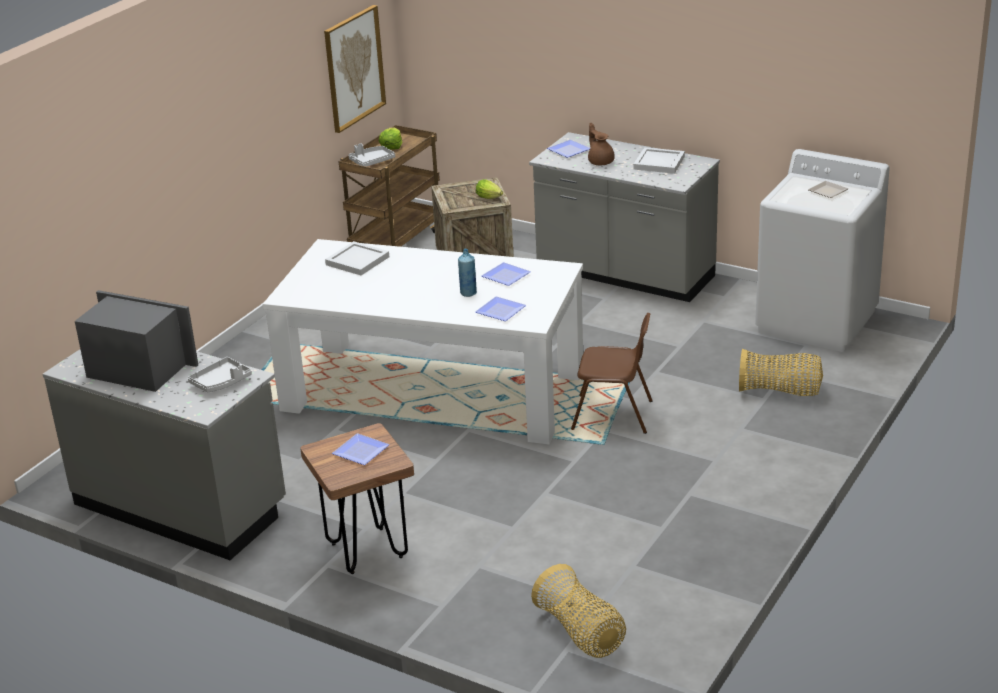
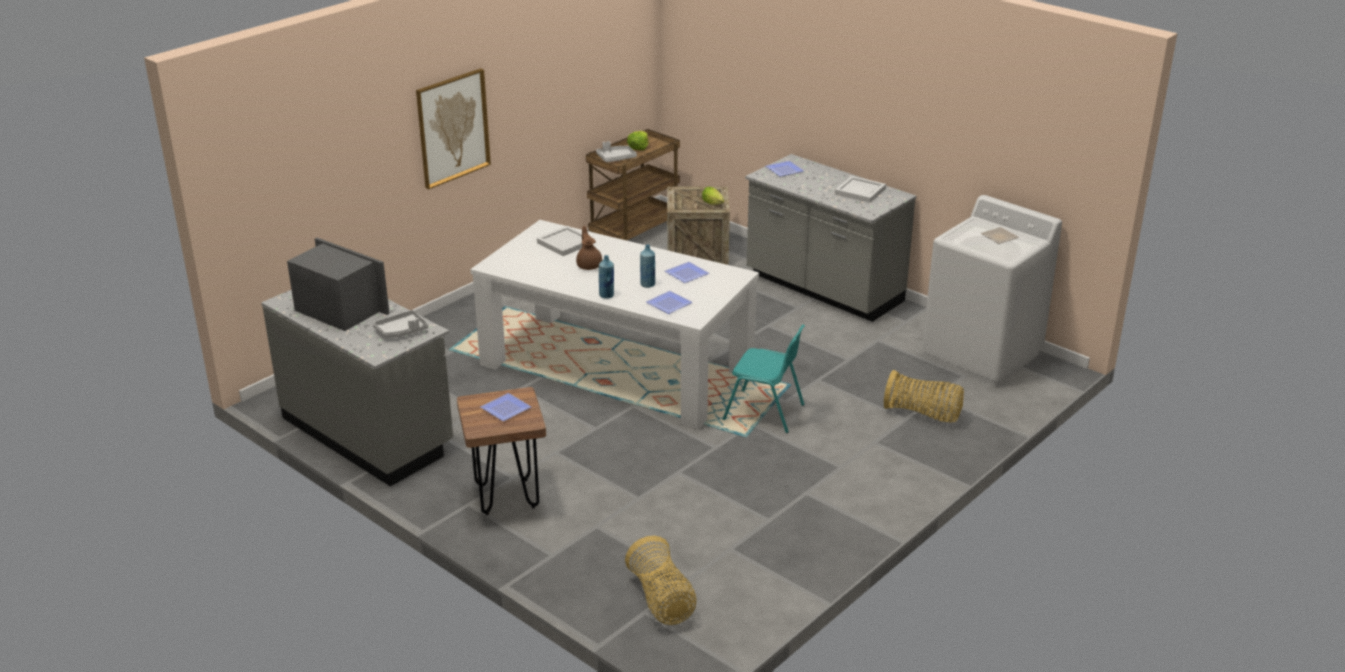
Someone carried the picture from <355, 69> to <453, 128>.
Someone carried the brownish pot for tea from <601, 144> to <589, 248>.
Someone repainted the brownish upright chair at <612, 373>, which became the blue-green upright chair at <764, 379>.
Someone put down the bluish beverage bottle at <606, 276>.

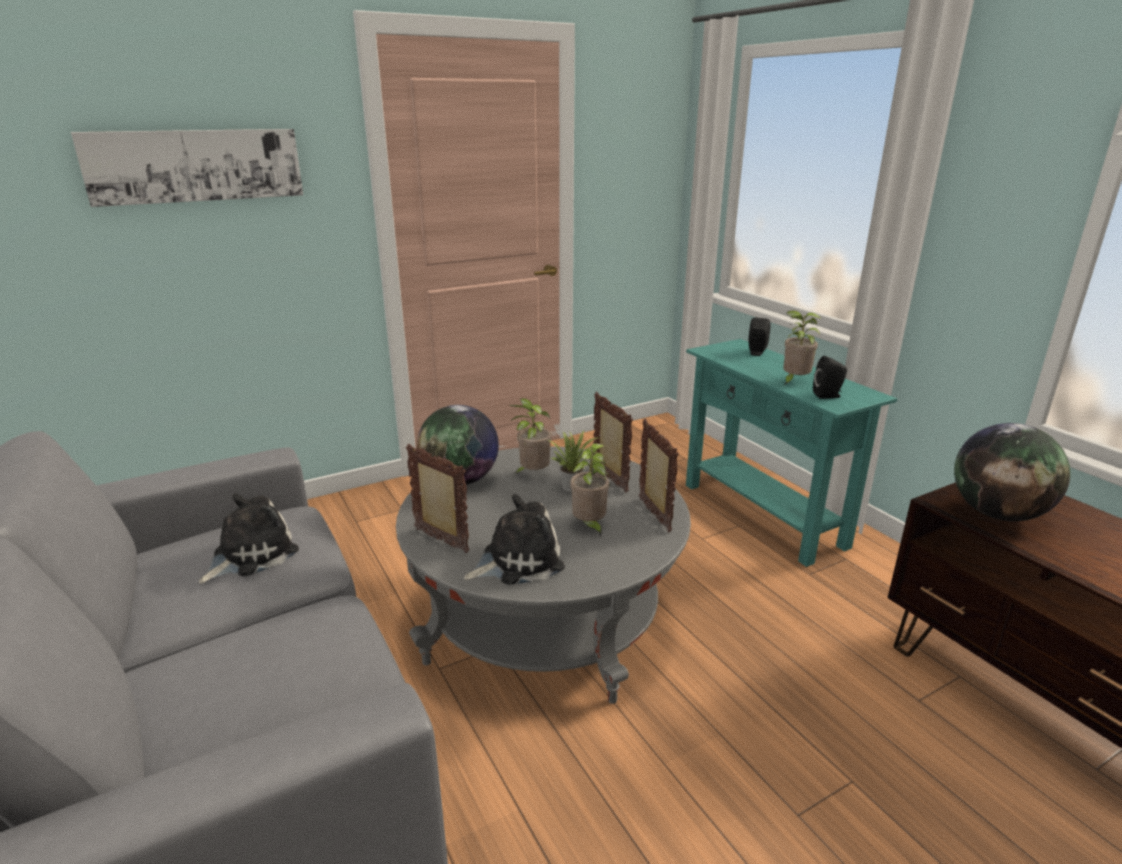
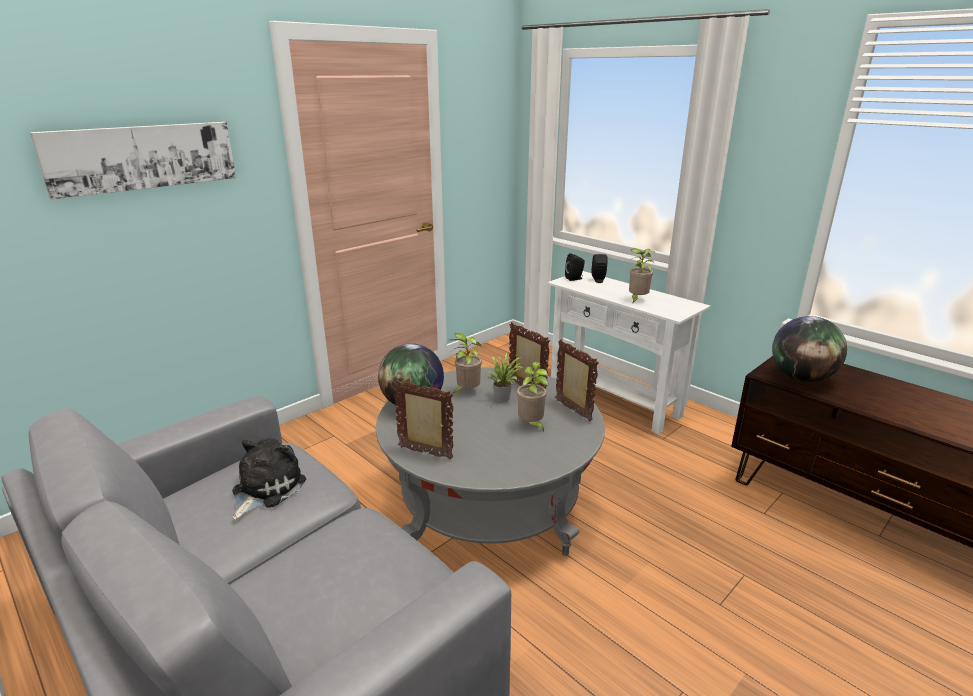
Someone repainted the blue-green console table at <791, 453>, which became the white console table at <629, 352>.
Someone carried the black loudspeaker from <830, 377> to <575, 267>.
Someone took away the cuddly toy at <514, 539>.

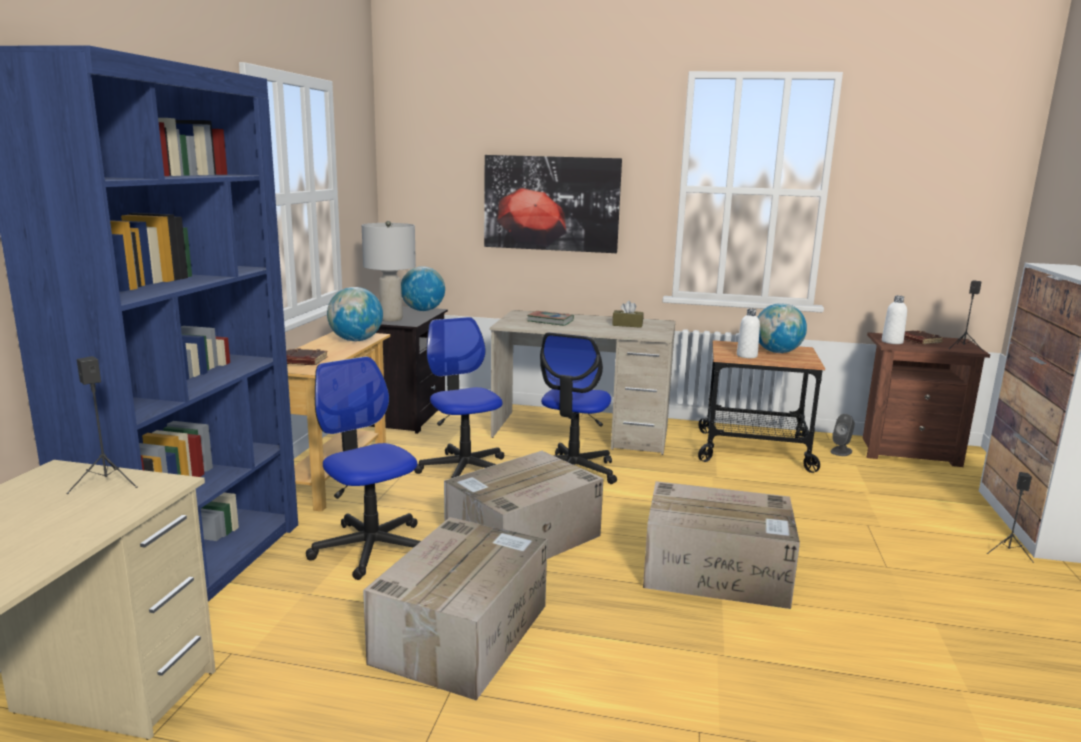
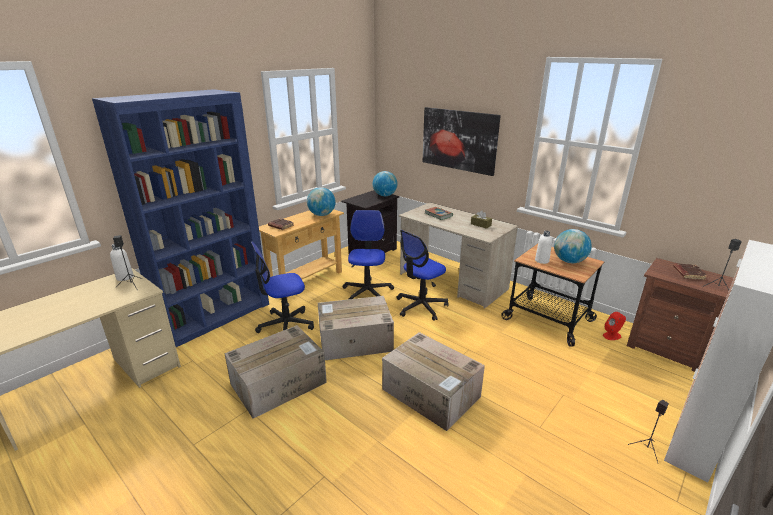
Someone took away the gray tabletop lamp at <389, 271>.
Someone carried the white beverage bottle from <894, 319> to <122, 262>.
Someone rotated the desk chair at <363, 468> by 105 degrees counterclockwise.
Someone repainted the gray loudspeaker at <842, 435>, which became the reddish loudspeaker at <614, 326>.

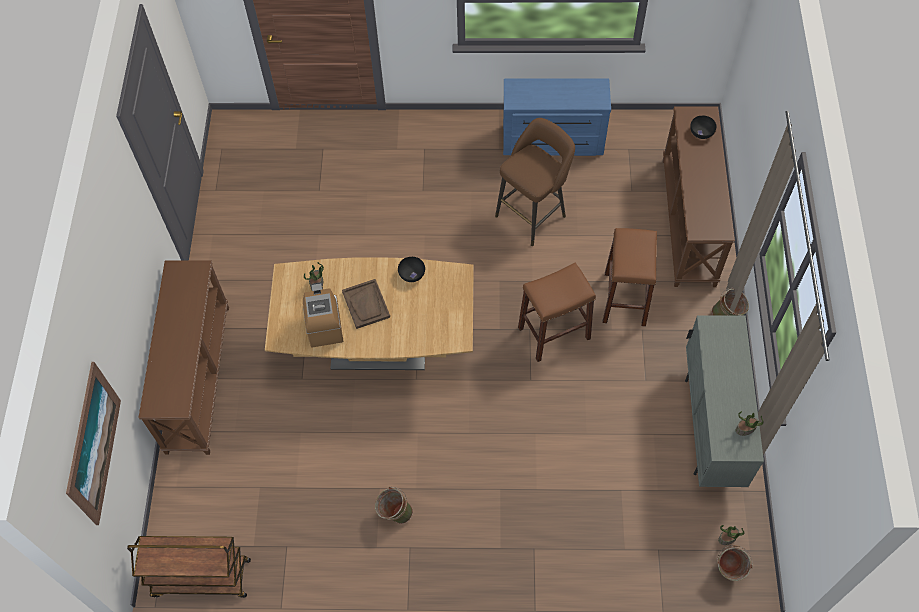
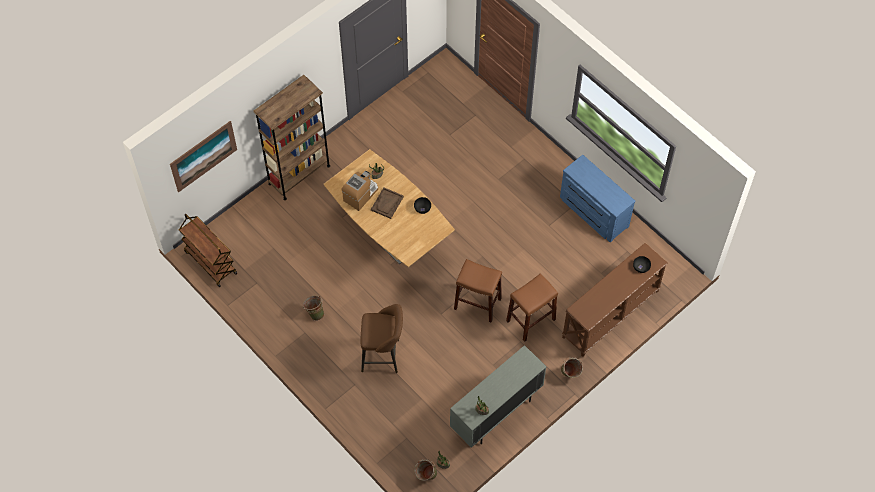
Someone carried the brownish stool seat from <535, 182> to <382, 338>.
Someone swapped the brownish console table at <184, 357> for the brownish bookcase at <291, 137>.

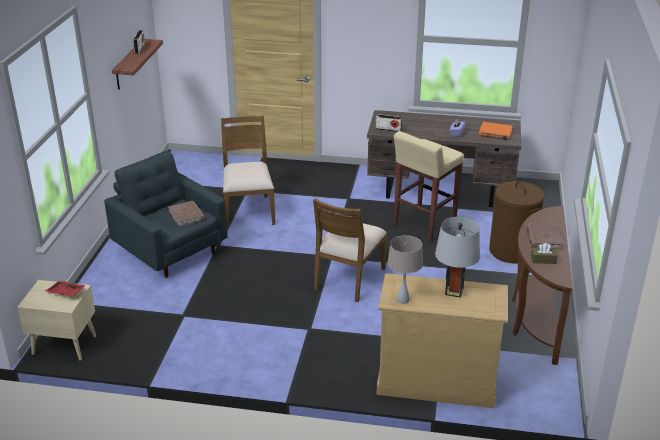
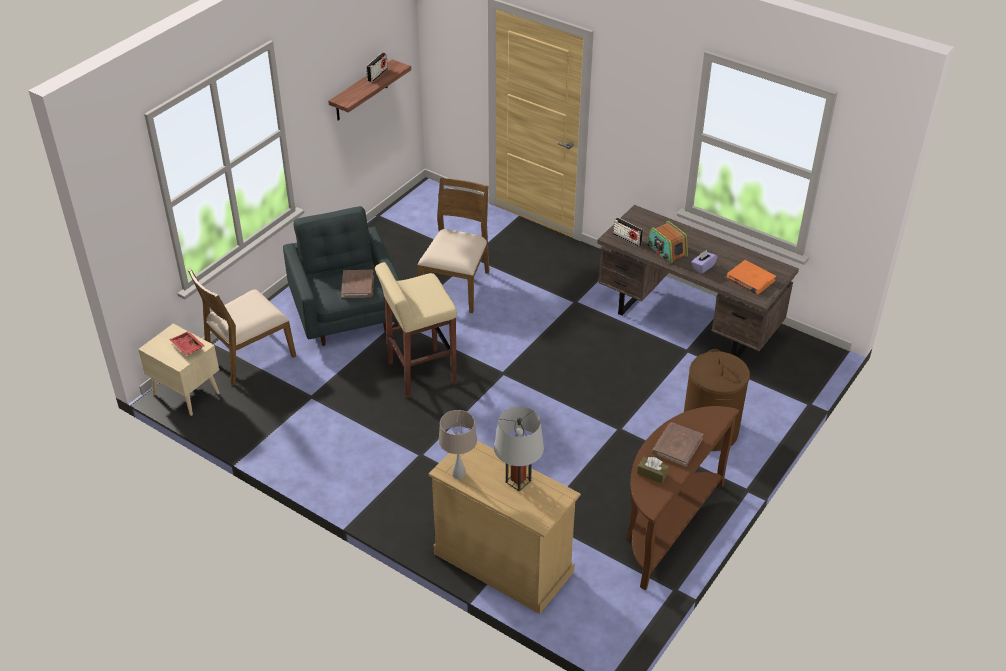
Someone carried the beige stool seat from <428, 186> to <416, 330>.
Someone carried the brownish upright chair from <350, 250> to <242, 327>.
Someone put down the radio set at <667, 242>.

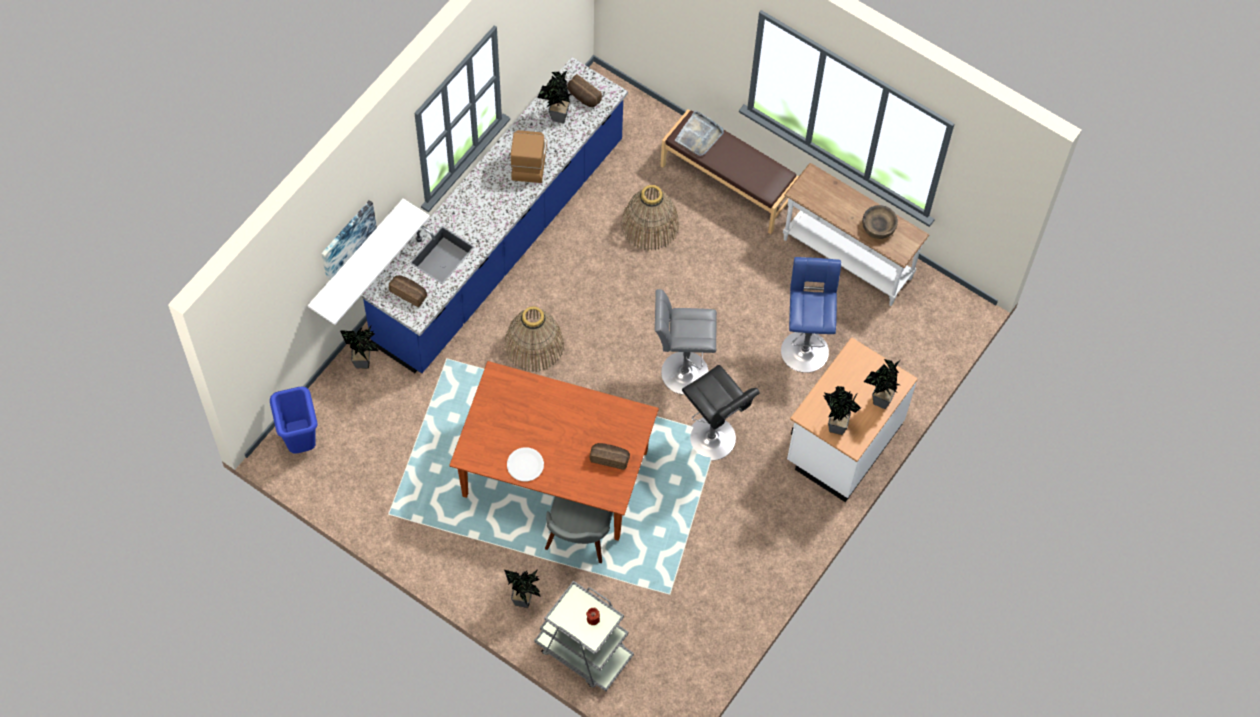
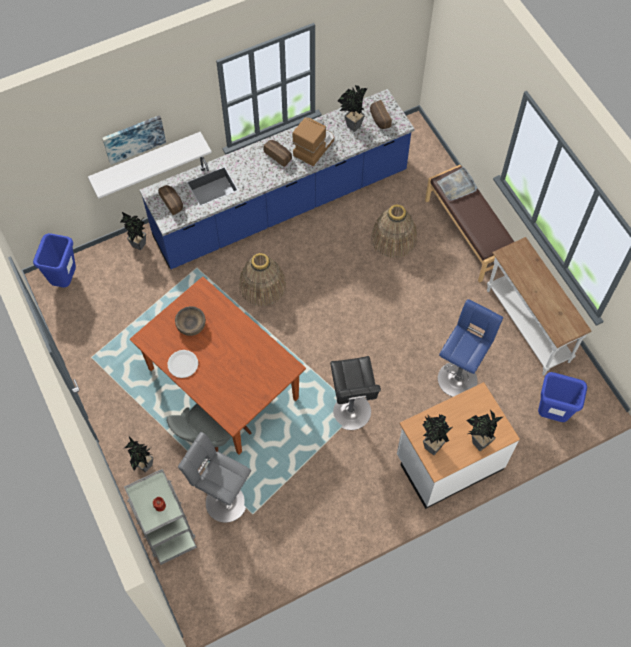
Someone carried the brownish deep dish from <880, 222> to <190, 321>.
Someone carried the gray stool seat from <686, 342> to <214, 477>.
Someone carried the bread from <610, 456> to <277, 153>.
Someone put down the bluish trash can at <562, 397>.

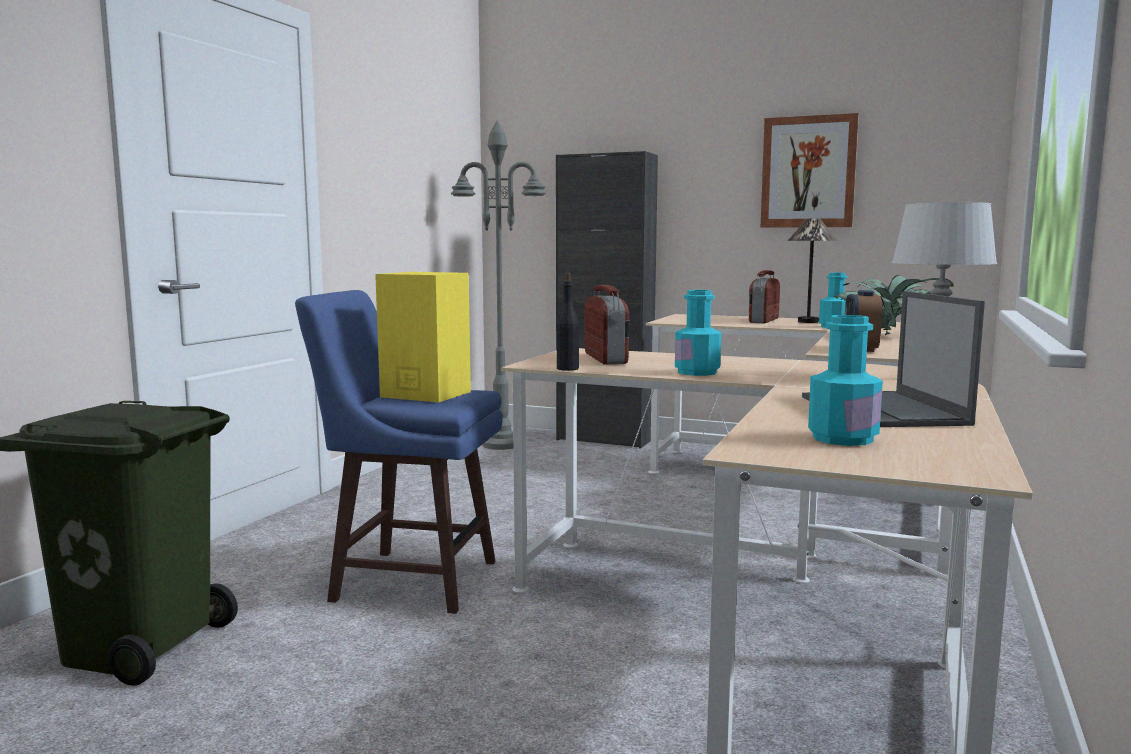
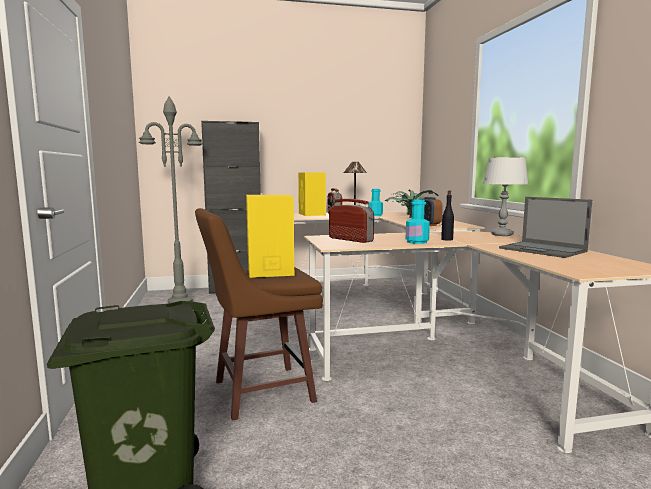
Someone took away the picture at <810, 170>.
Someone carried the black beverage bottle from <568, 322> to <447, 215>.
Someone repainted the bluish stool seat at <399, 452>, which became the brownish stool seat at <259, 314>.
Someone took away the blue-green beverage bottle at <845, 380>.
Someone put down the yellow loudspeaker at <312, 194>.

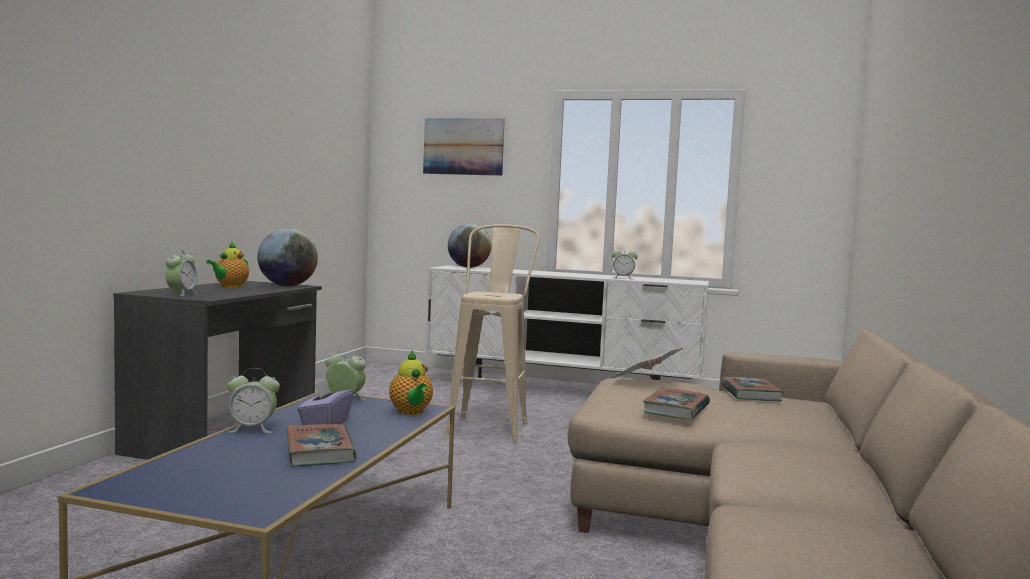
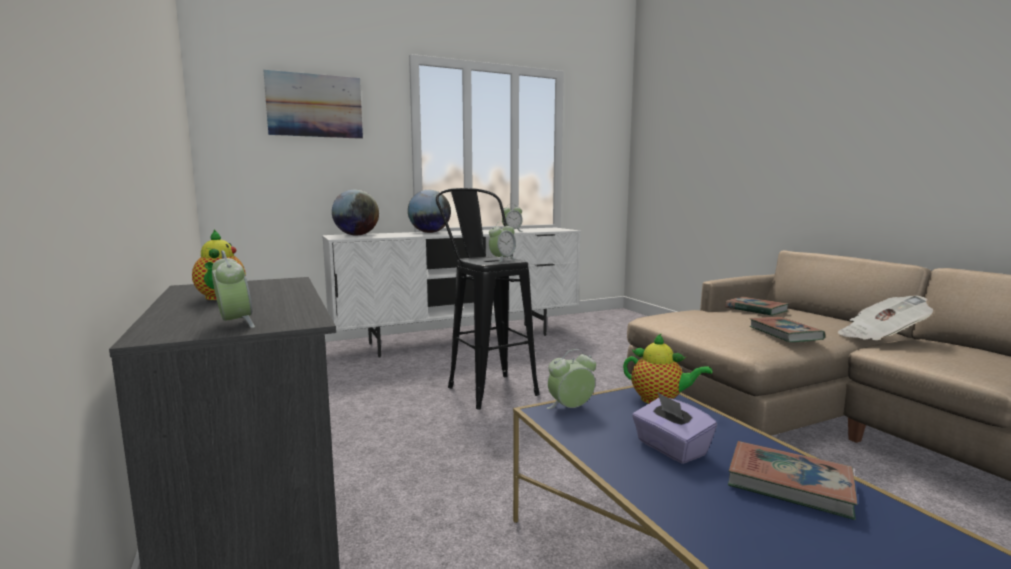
Someone repainted the beige stool seat at <492, 332>, which became the black stool seat at <487, 299>.
Someone carried the world globe from <287, 257> to <429, 211>.
Someone carried the newspaper from <647, 362> to <885, 318>.
Someone carried the bedside clock from <253, 400> to <502, 241>.

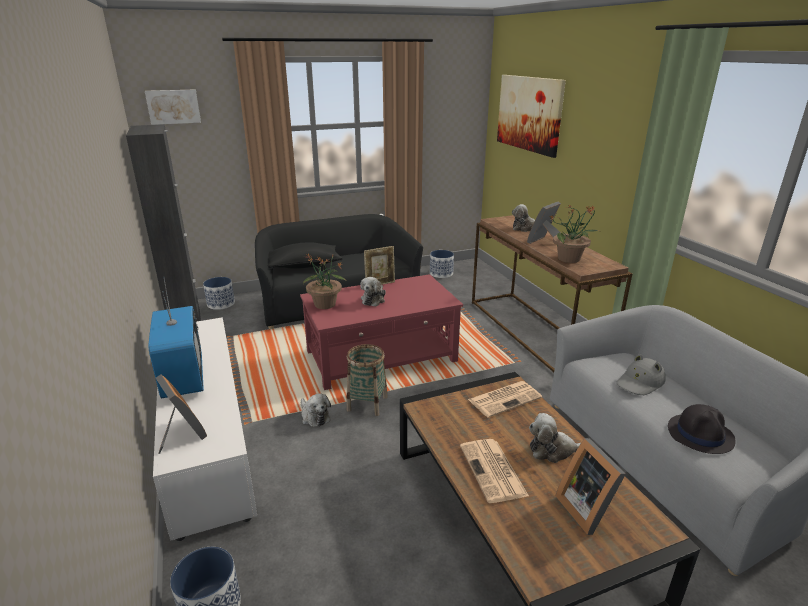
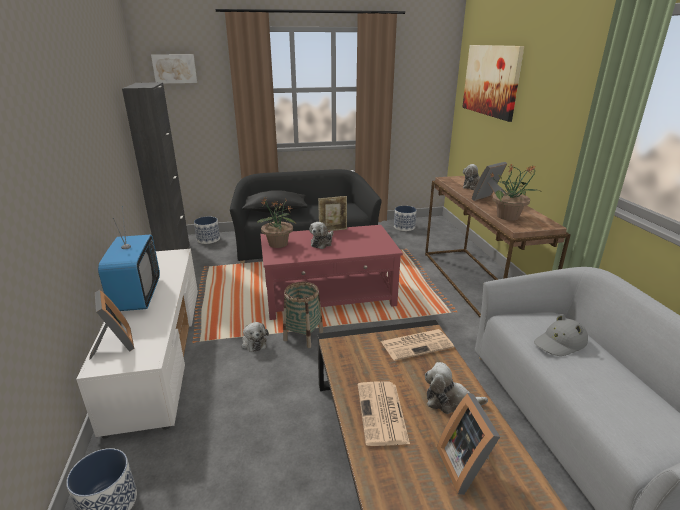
Someone took away the black hat at <702, 429>.

